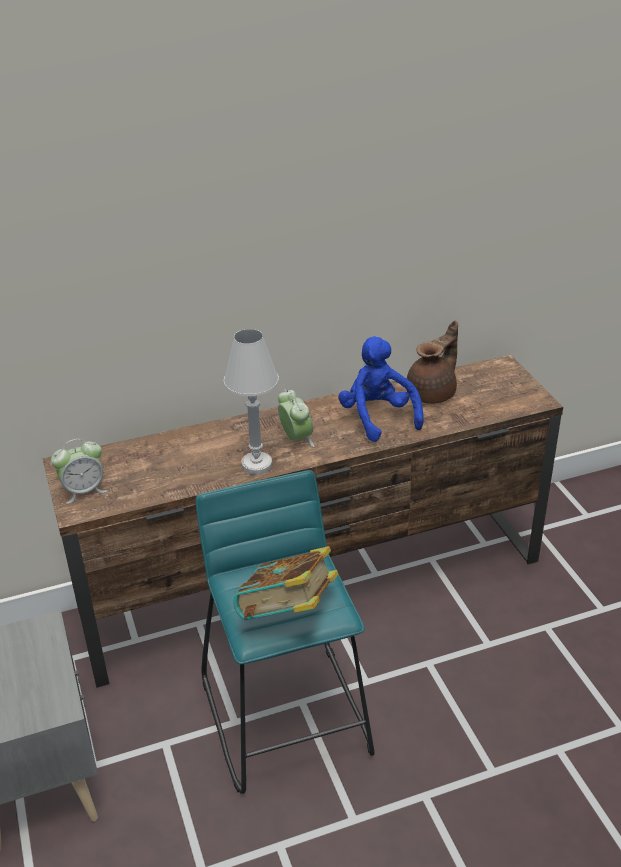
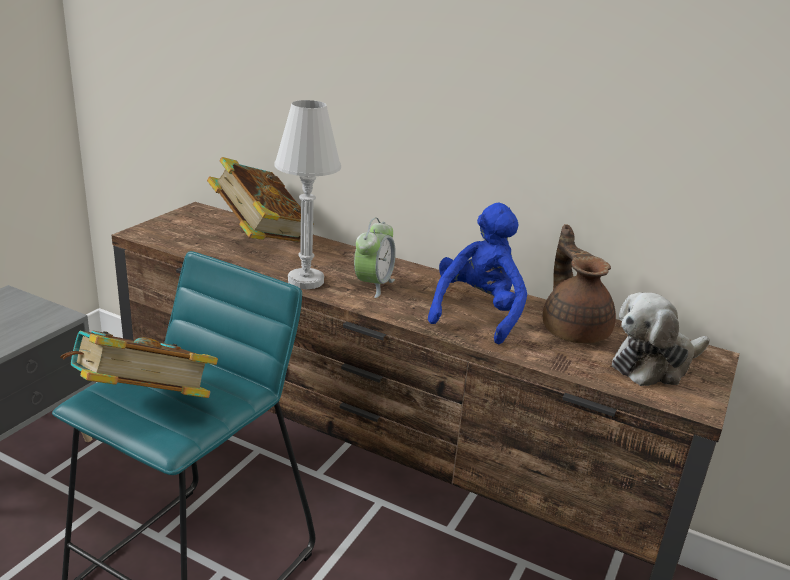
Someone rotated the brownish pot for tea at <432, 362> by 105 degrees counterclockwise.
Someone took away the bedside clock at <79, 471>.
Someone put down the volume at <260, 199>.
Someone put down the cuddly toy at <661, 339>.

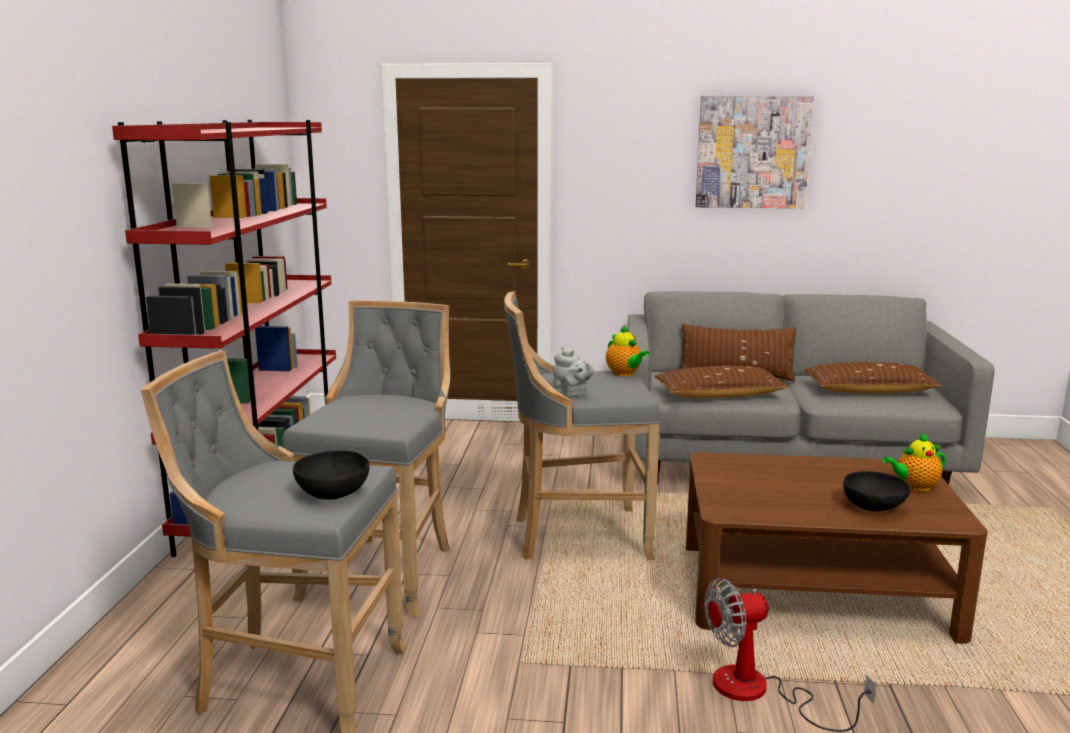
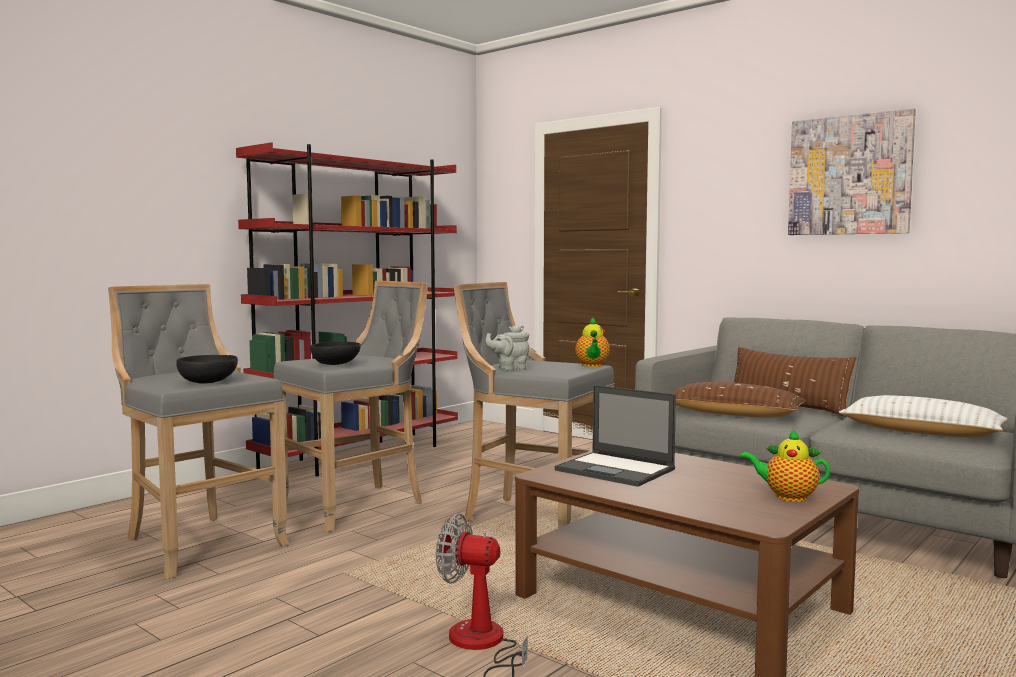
Someone rotated the gray pot for tea at <573, 372> by 75 degrees clockwise.
Someone repainted the brownish pillow at <873, 377>, which became the white pillow at <923, 416>.
Someone carried the black deep dish from <876, 491> to <335, 353>.
Someone put down the laptop at <615, 436>.

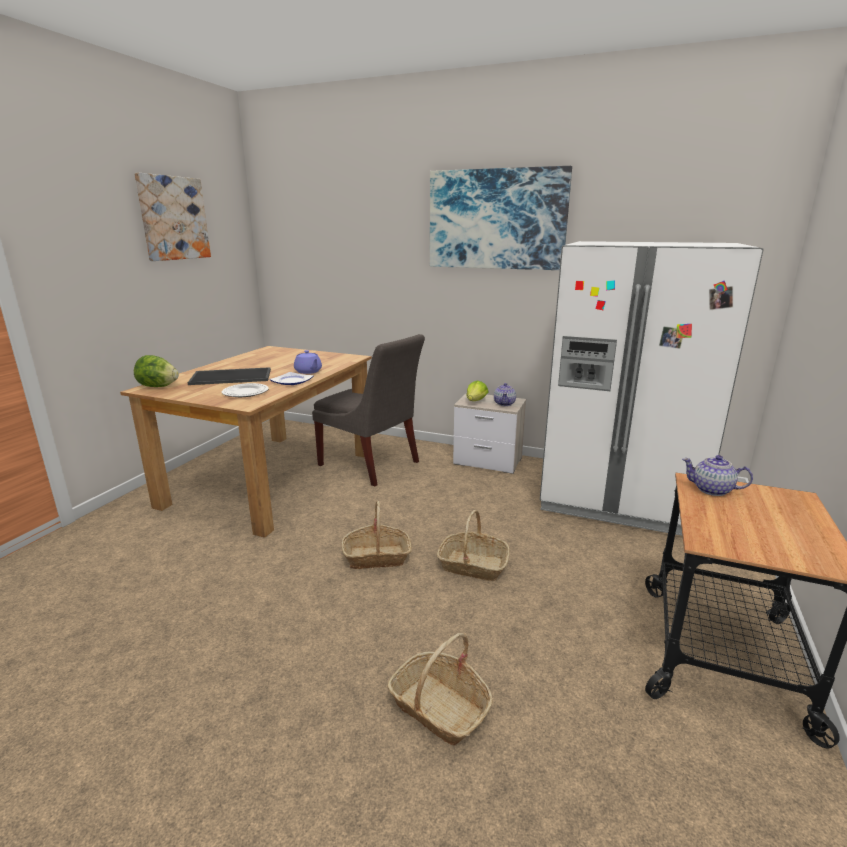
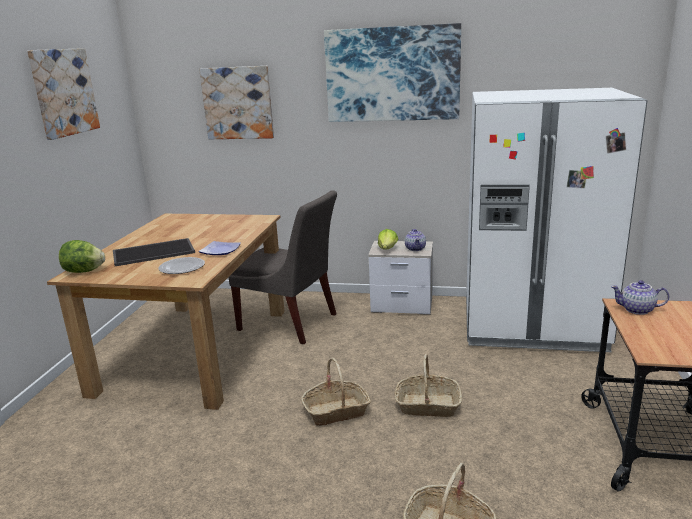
Someone took away the purple-coloured pot for tea at <308, 362>.
Someone put up the picture at <236, 102>.

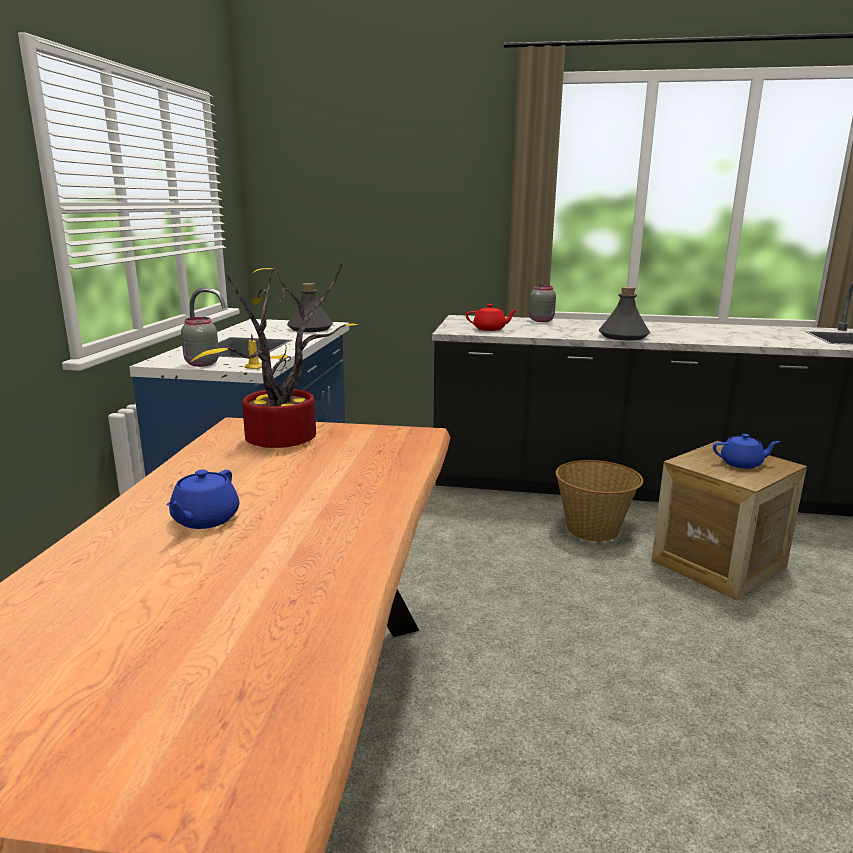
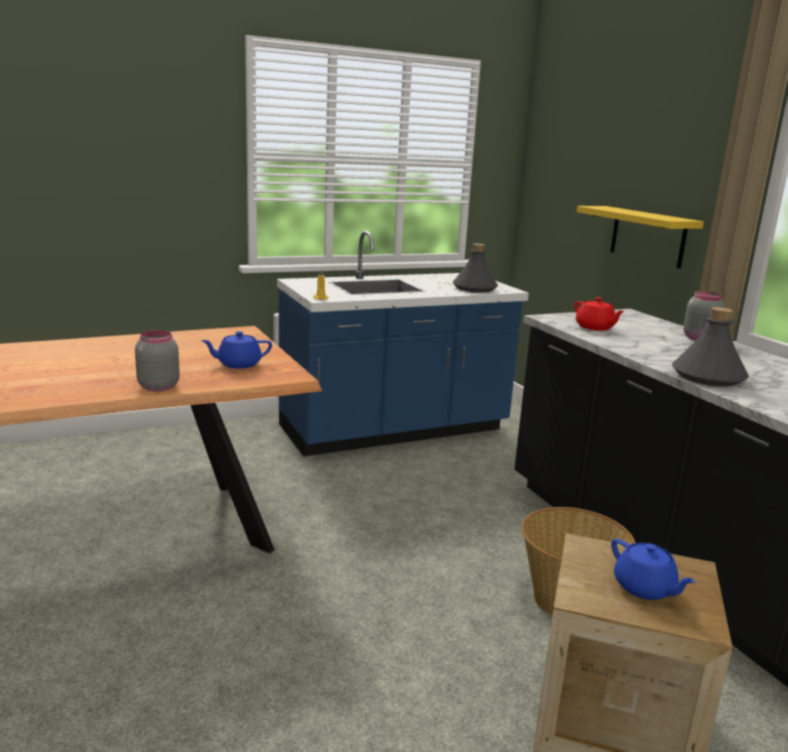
Someone took away the potted plant at <276, 356>.
Someone carried the gray preserve jar from <200, 342> to <157, 360>.
Someone carried the bluish pot for tea from <202, 499> to <236, 350>.
Someone put up the yellow bracket shelf at <640, 237>.

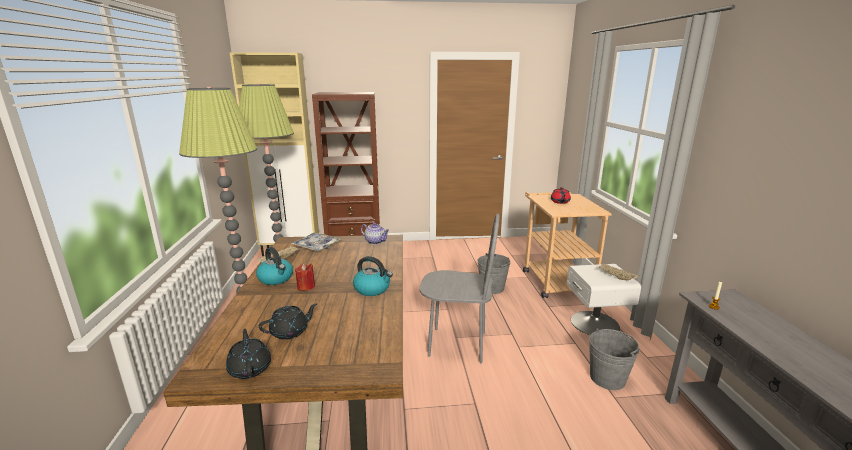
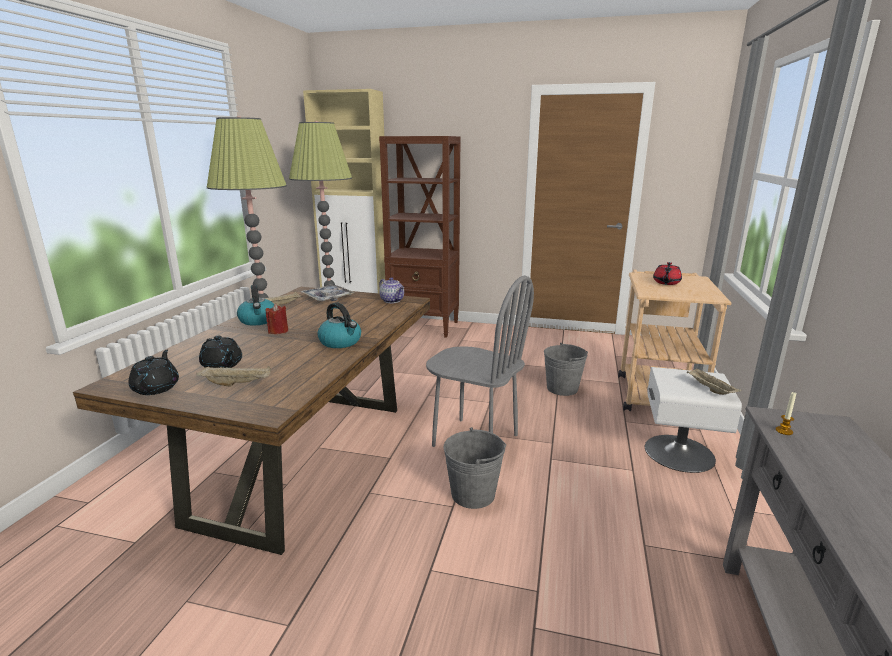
Someone rotated the black pot for tea at <288, 321> by 60 degrees clockwise.
Someone carried the gray bucket from <614, 359> to <474, 468>.
Someone put down the beige serving tray at <233, 376>.

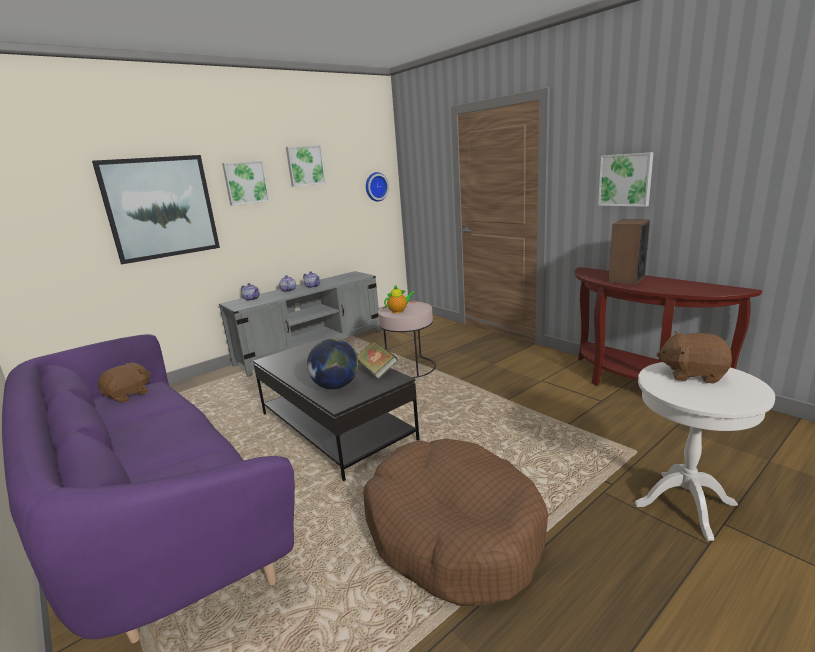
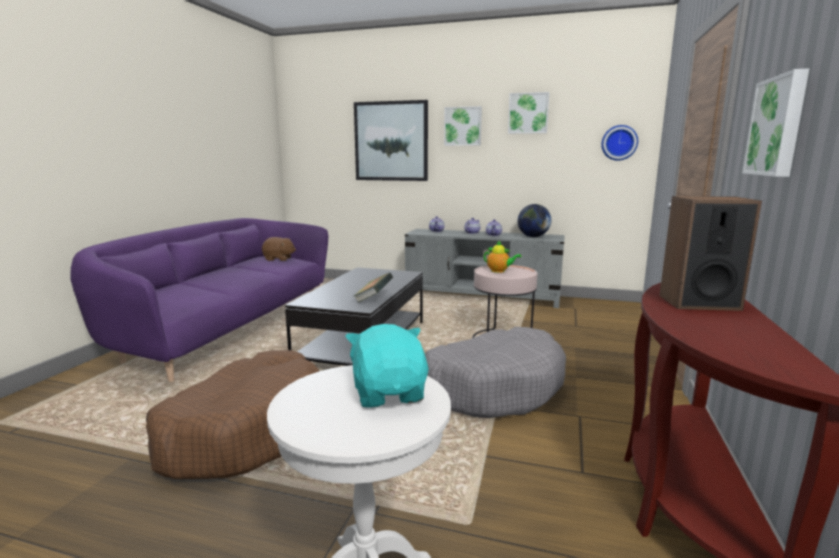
Someone repainted the brownish cuddly toy at <694, 358>, which became the blue-green cuddly toy at <386, 366>.
Someone carried the world globe from <332, 363> to <534, 220>.
Someone put down the gray pet bed at <495, 372>.

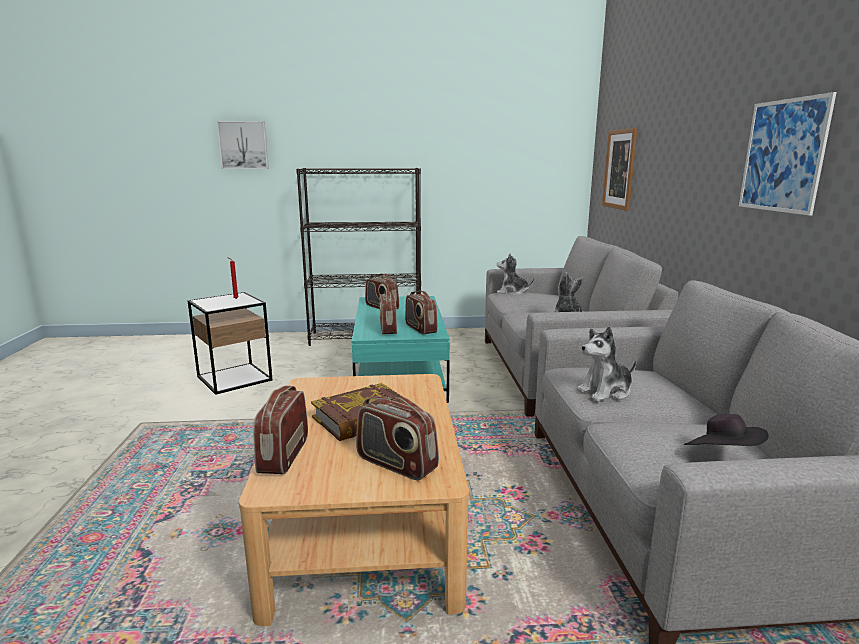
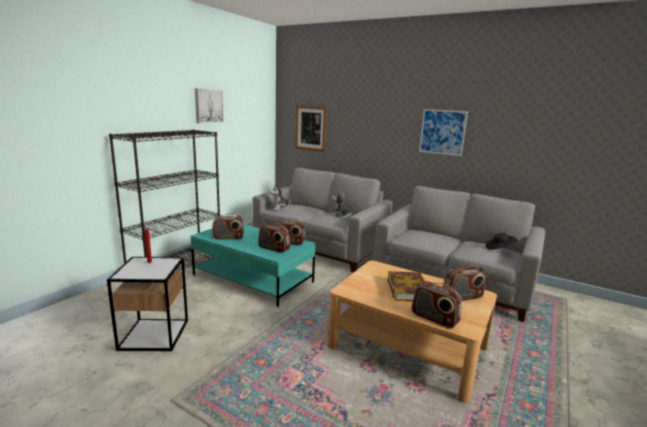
Someone carried the picture from <243, 145> to <209, 106>.
Someone took away the cuddly toy at <607, 363>.

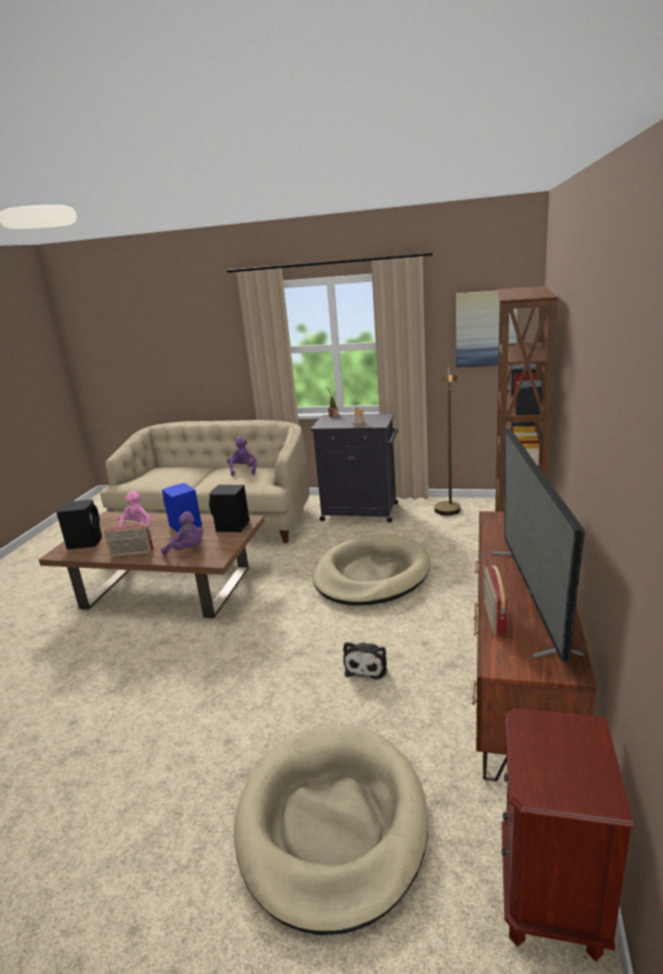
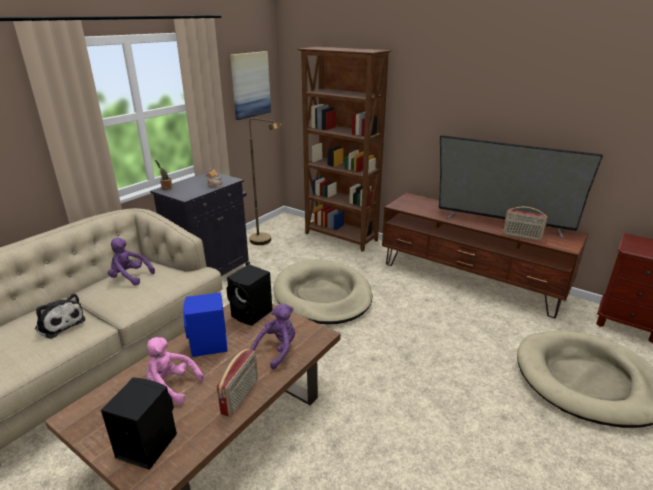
Someone carried the cuddly toy from <365, 661> to <60, 316>.

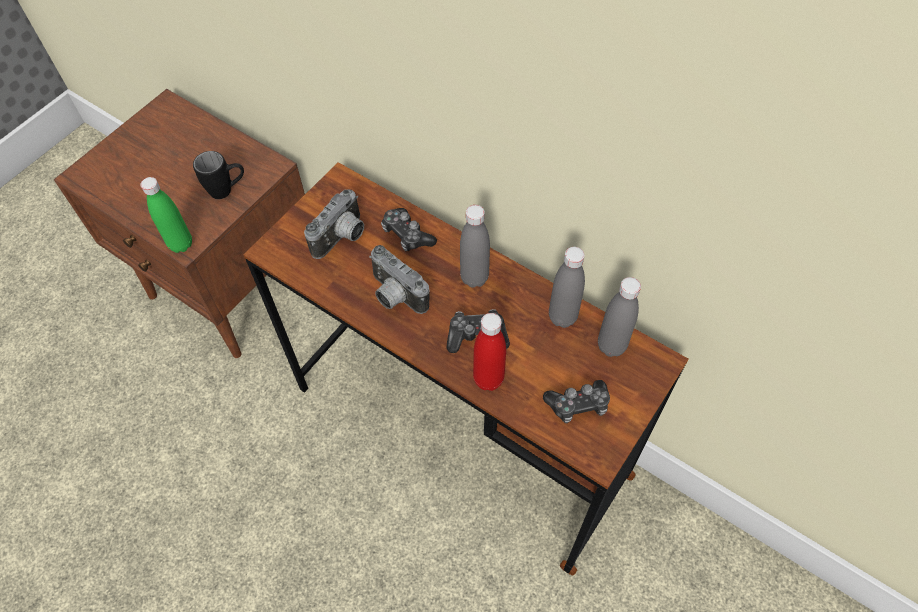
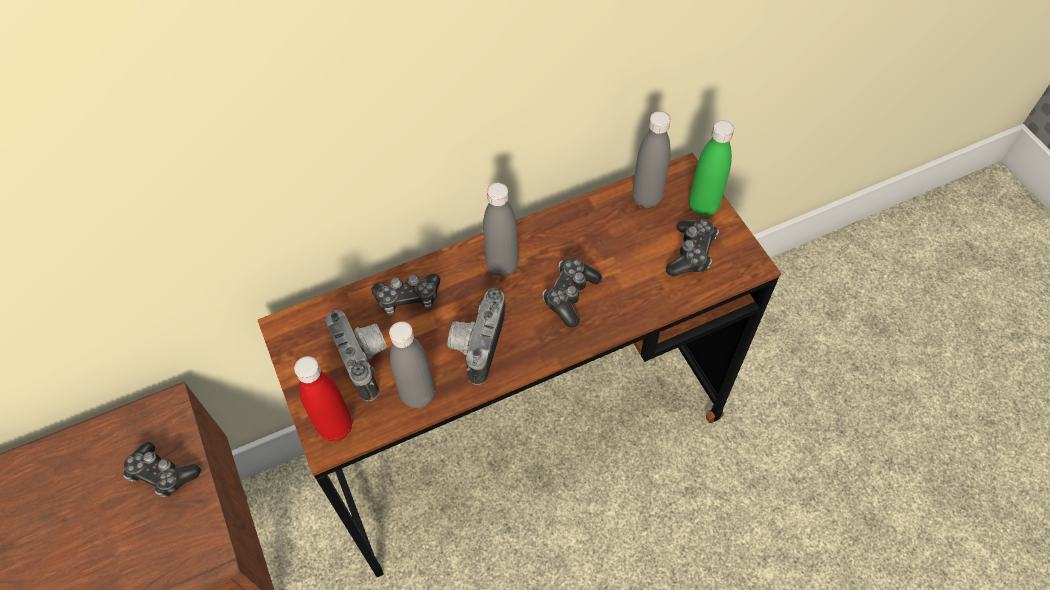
Someone swapped the black tea mug at <218, 175> for the gamepad at <162, 470>.
Someone carried the green-coloured beverage bottle from <166, 215> to <711, 168>.
Someone rotated the photo camera at <399, 279> by 120 degrees clockwise.
Someone carried the gray beverage bottle from <567, 287> to <412, 364>.
Someone carried the reddish beverage bottle from <489, 352> to <323, 399>.

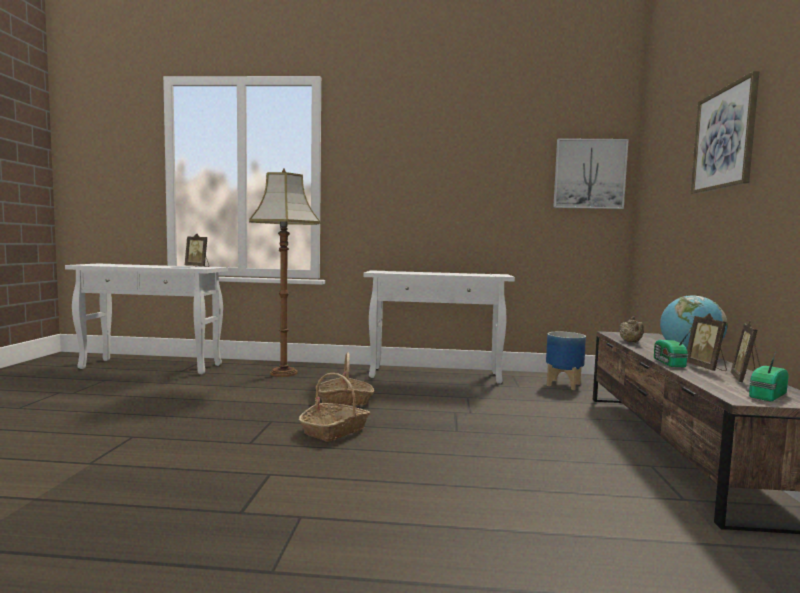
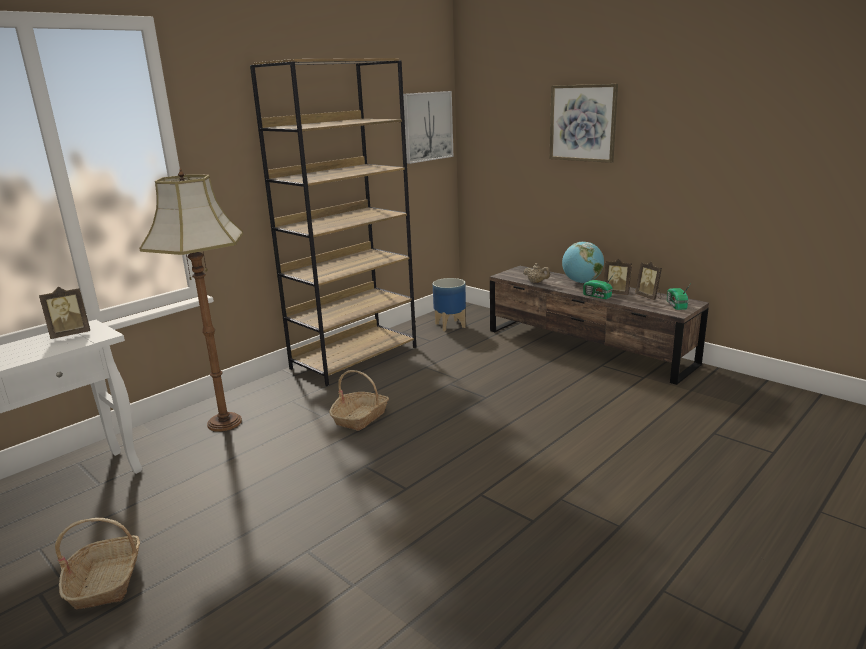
Someone swapped the white console table at <439, 327> for the brownish bookcase at <333, 222>.
Someone carried the household basket from <335, 407> to <97, 564>.

